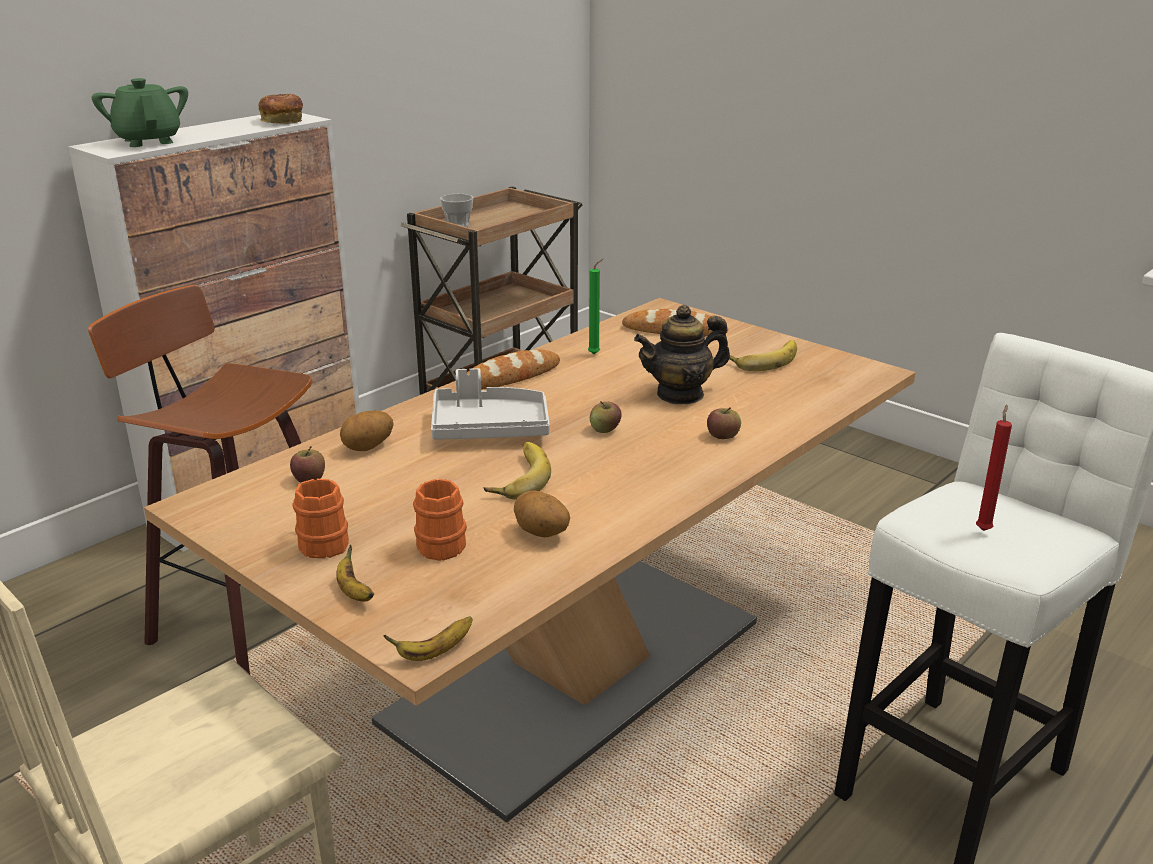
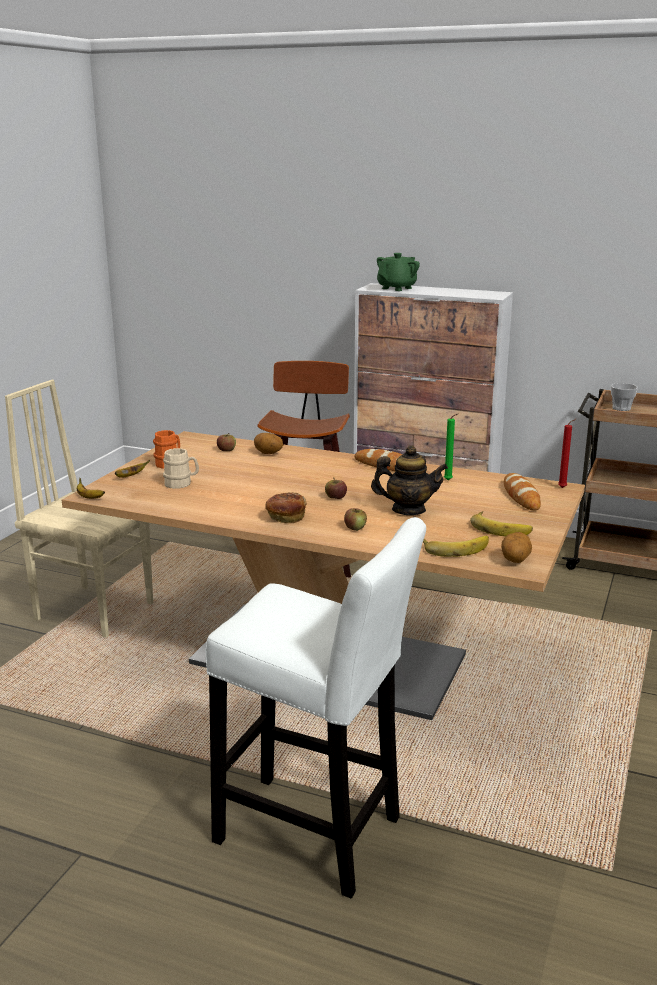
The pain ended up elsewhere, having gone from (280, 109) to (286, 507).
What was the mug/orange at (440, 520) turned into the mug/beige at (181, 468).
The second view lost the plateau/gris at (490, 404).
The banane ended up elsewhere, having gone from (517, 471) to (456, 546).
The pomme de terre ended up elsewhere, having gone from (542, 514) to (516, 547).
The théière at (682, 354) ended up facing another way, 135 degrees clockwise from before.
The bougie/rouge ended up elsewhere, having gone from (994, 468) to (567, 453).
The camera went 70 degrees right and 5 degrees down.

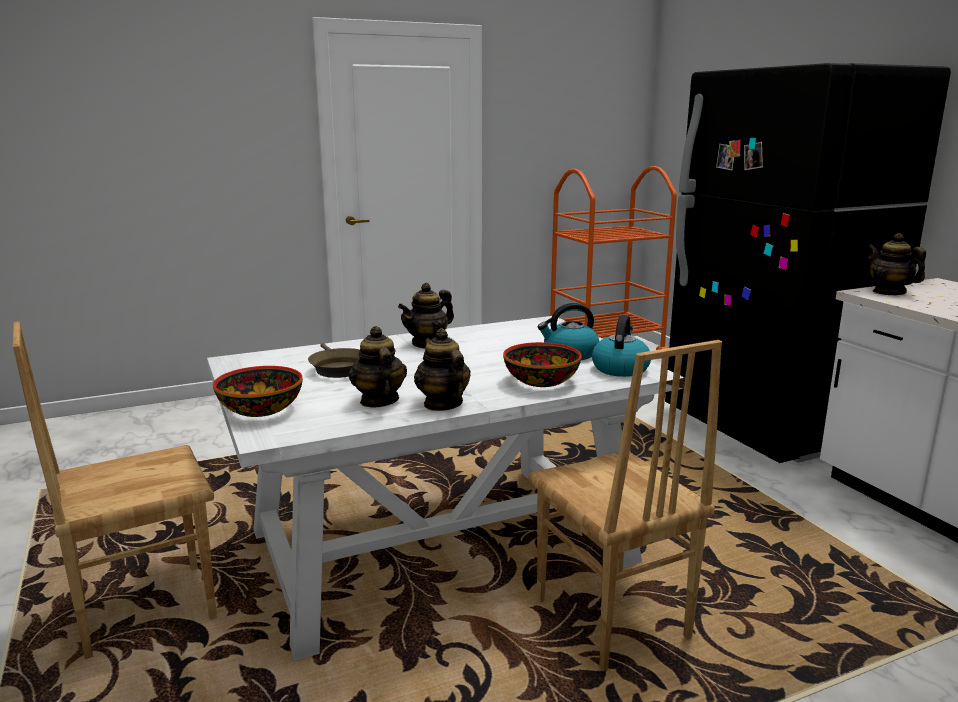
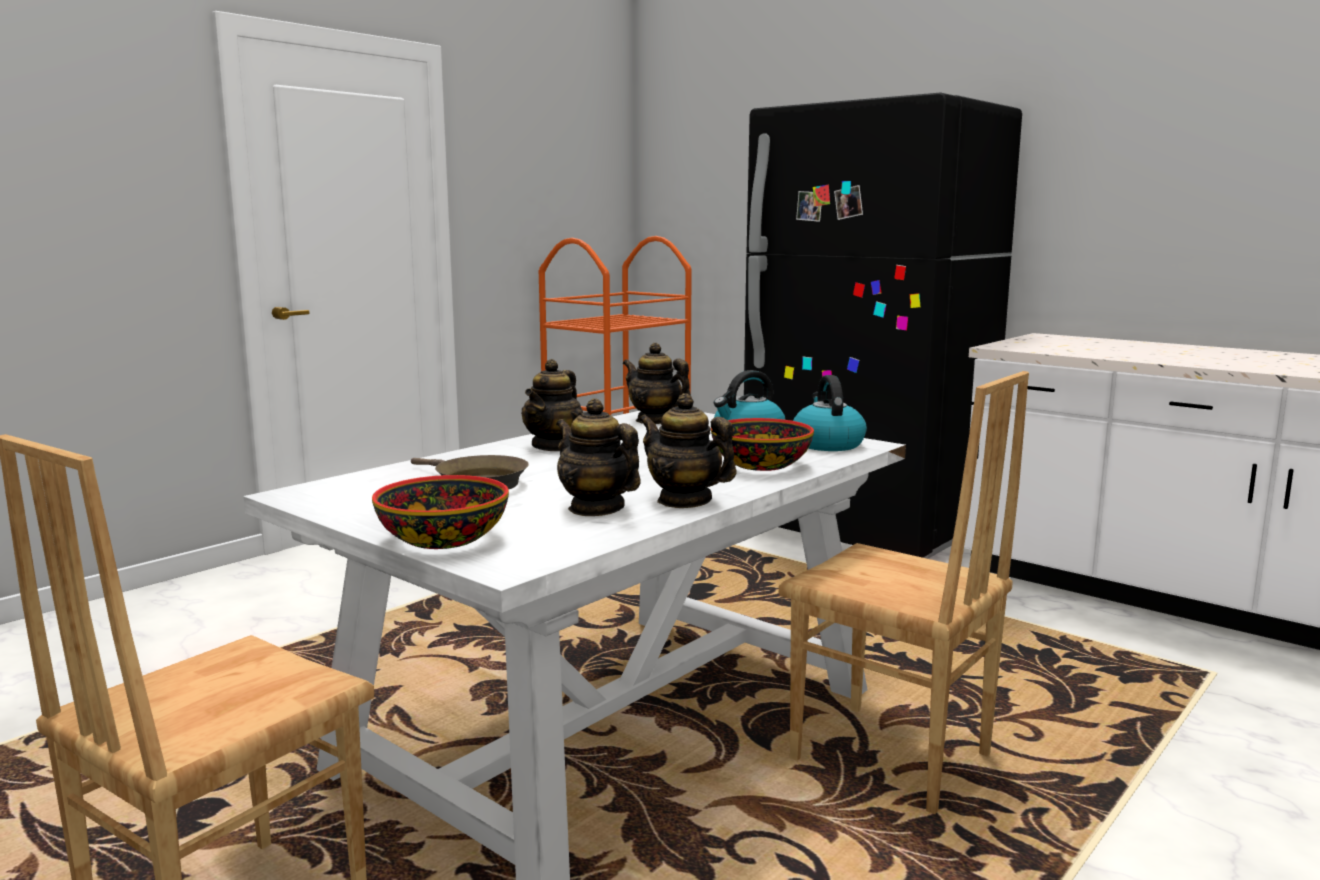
The théière ended up elsewhere, having gone from (896, 264) to (657, 383).
The camera went 25 degrees left and 5 degrees down.

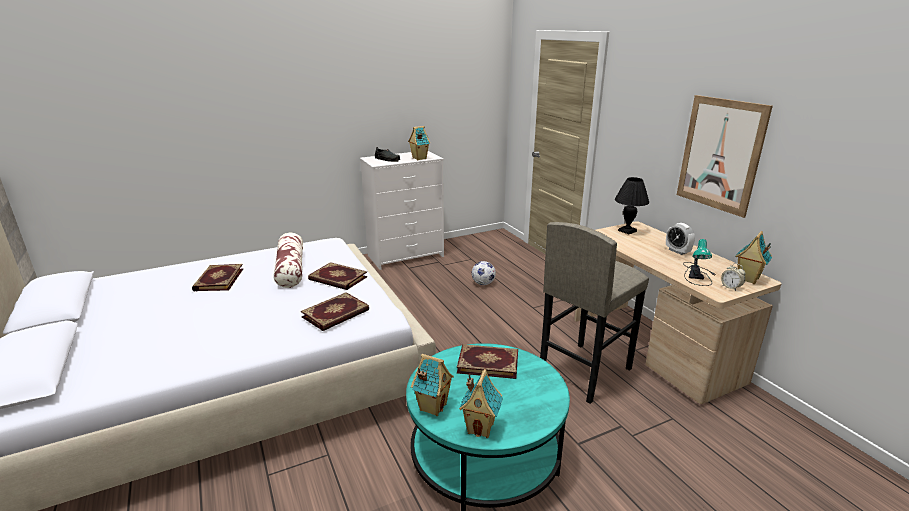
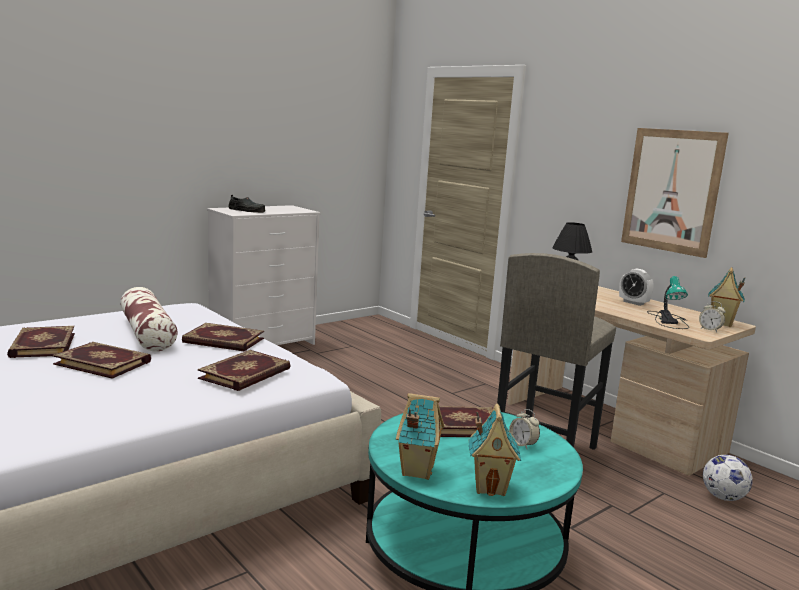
The second view lost the maison miniature at (419, 143).
The ballon de foot ended up elsewhere, having gone from (483, 273) to (728, 478).
The second view gained the livre at (102, 360).
The second view gained the réveil at (524, 429).
The camera went 15 degrees left and 10 degrees down.

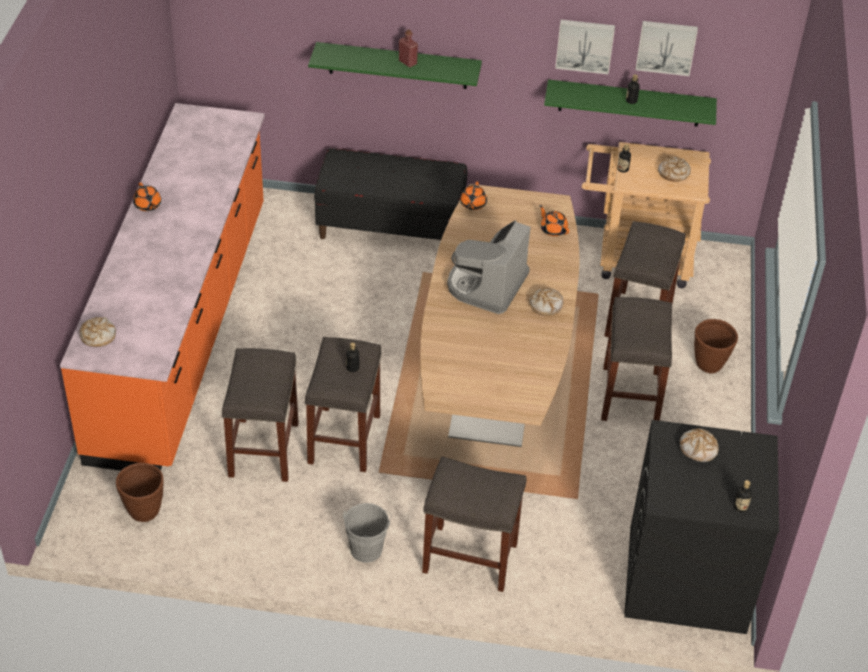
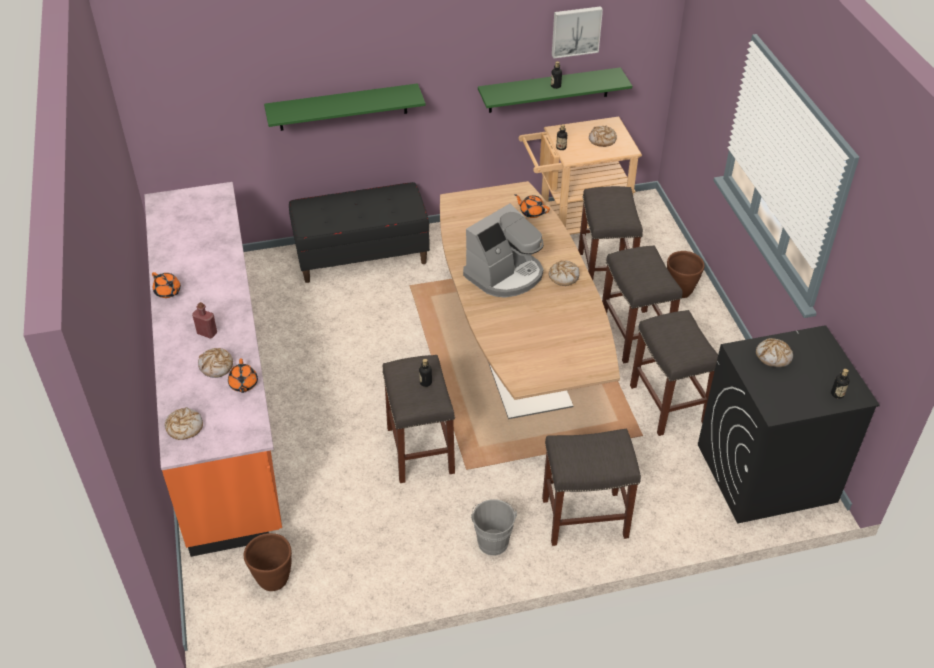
The tabouret/gris ended up elsewhere, having gone from (260, 415) to (674, 373).
The bouteille/rouge ended up elsewhere, having gone from (408, 48) to (204, 320).
The machine à café at (489, 267) ended up facing another way, 135 degrees counterclockwise from before.
The théière/orange ended up elsewhere, having gone from (473, 196) to (243, 375).
The second view lost the tableau at (585, 47).
The second view gained the pain at (215, 363).
The camera went 20 degrees left and 0 degrees up.

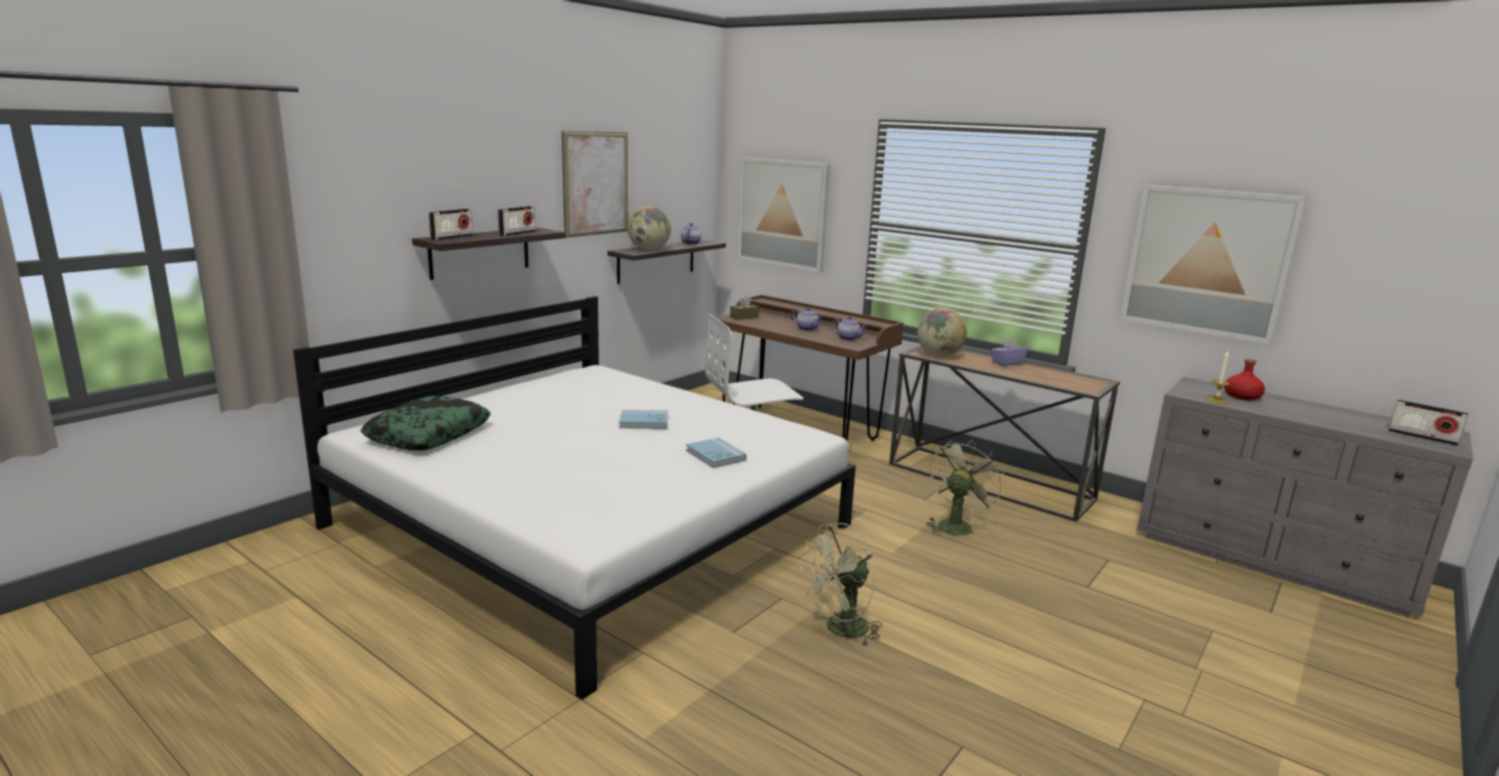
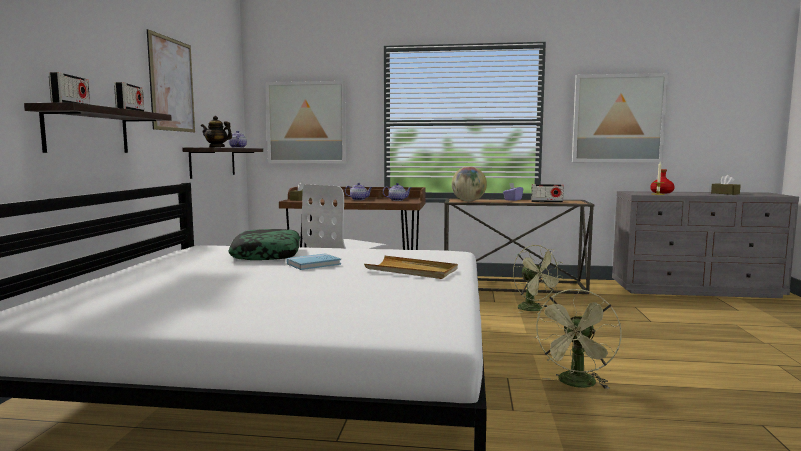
The coussin ended up elsewhere, having gone from (425, 423) to (264, 244).
Where the globe stood at (649, 228), the théière came to stand at (216, 131).
Where the livre/bleu stood at (716, 452), the plateau/beige came to stand at (411, 267).
The ventilateur/vert at (965, 487) ended up facing another way, 150 degrees clockwise from before.
The radio ended up elsewhere, having gone from (1428, 423) to (547, 193).
The second view gained the boîte à mouchoirs/marron at (726, 185).
The camera went 30 degrees left and 10 degrees down.

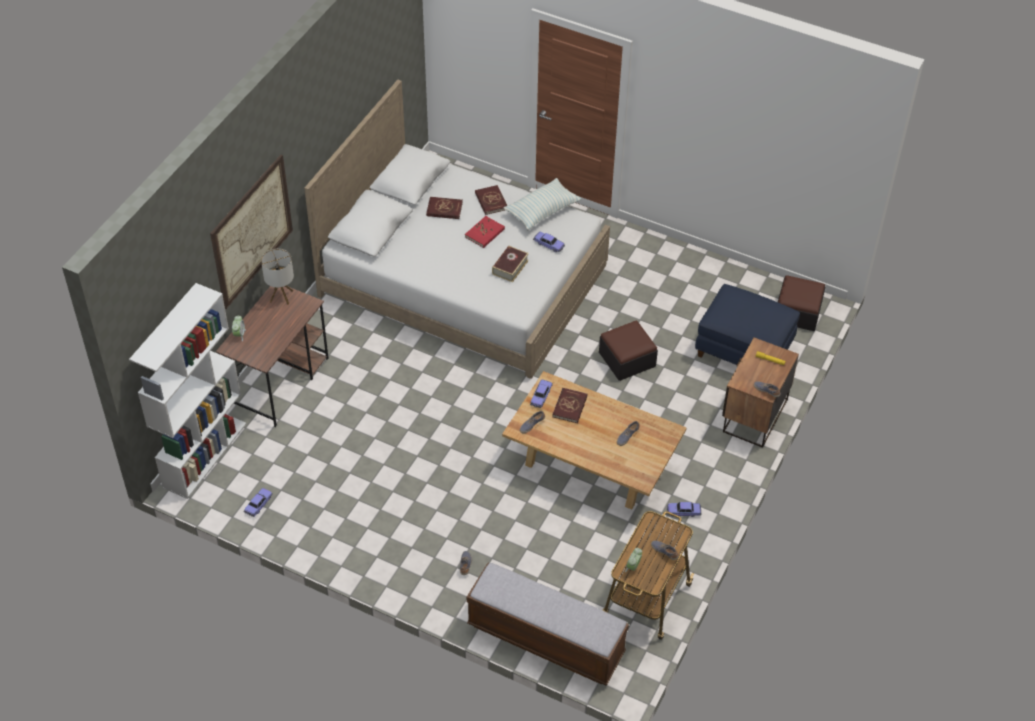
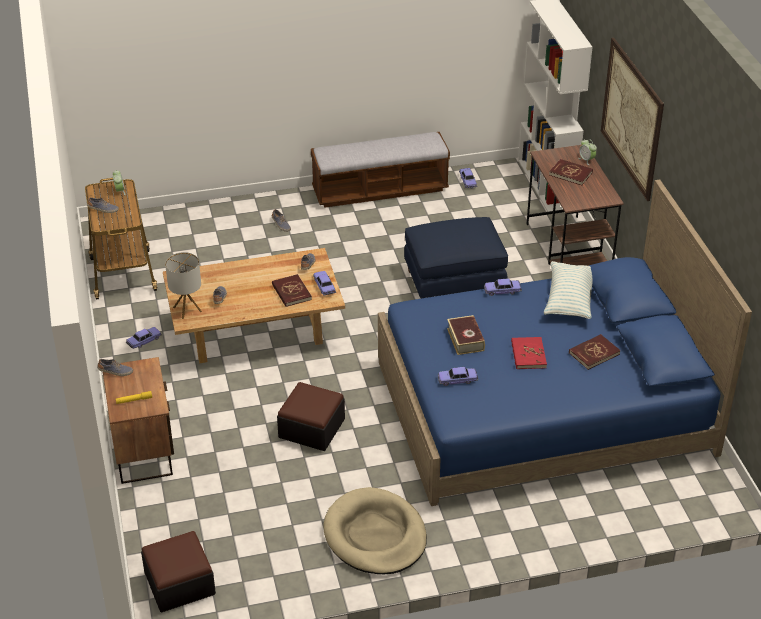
The lampe de table ended up elsewhere, having gone from (277, 276) to (183, 285).
What was the lit/blanc at (457, 229) turned into the lit/bleu at (565, 342).
The banc ended up elsewhere, having gone from (548, 624) to (380, 170).
The livre/rouge ended up elsewhere, having gone from (491, 200) to (571, 172).
The coussin ended up elsewhere, having gone from (542, 204) to (568, 290).
The pouf/bleu ended up elsewhere, having gone from (747, 324) to (456, 258).
The second view gained the panier pour chien/beige at (375, 530).
The second view gained the petite voiture at (503, 287).
The camera went 140 degrees right and 10 degrees down.

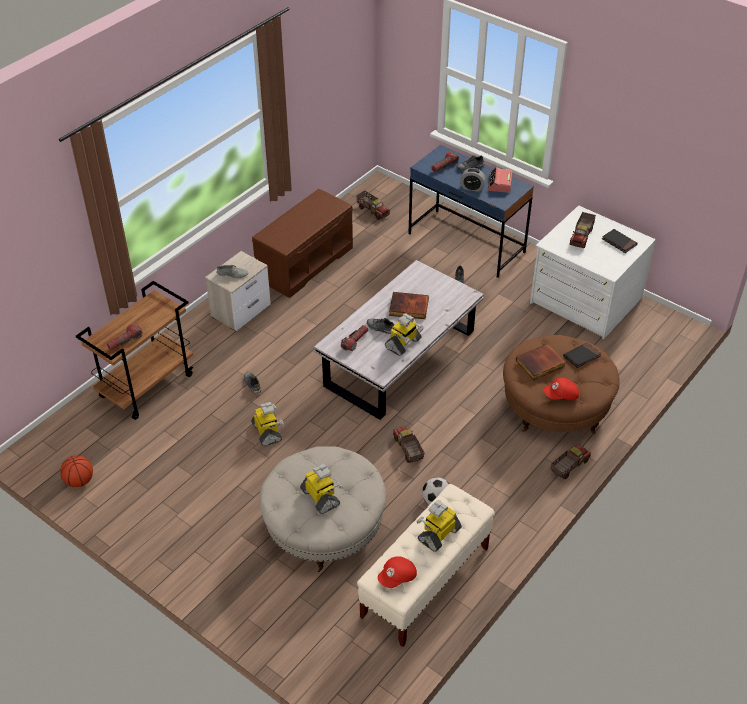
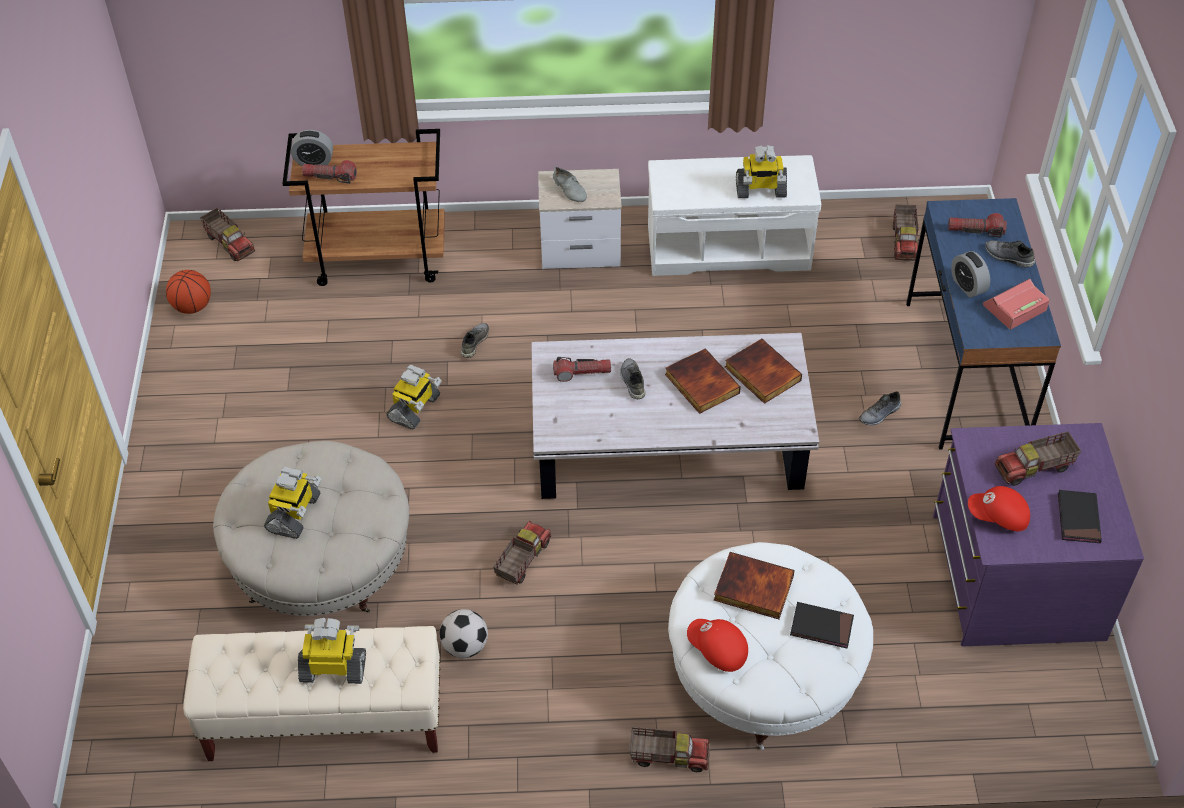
What was the banc/marron at (302, 243) turned into the banc/blanc at (734, 215).
The casquette/rouge ended up elsewhere, having gone from (397, 572) to (999, 508).
The robot jouet ended up elsewhere, having gone from (404, 334) to (761, 171).
What was the pouf/marron at (561, 384) turned into the pouf/blanc at (770, 646).
What was the commode/blanc at (593, 272) turned into the commode/violet at (1038, 535).
The second view gained the camion jouet at (227, 234).
The second view gained the réveil at (312, 148).
The second view gained the livre at (763, 371).
The camera went 50 degrees right and 5 degrees up.

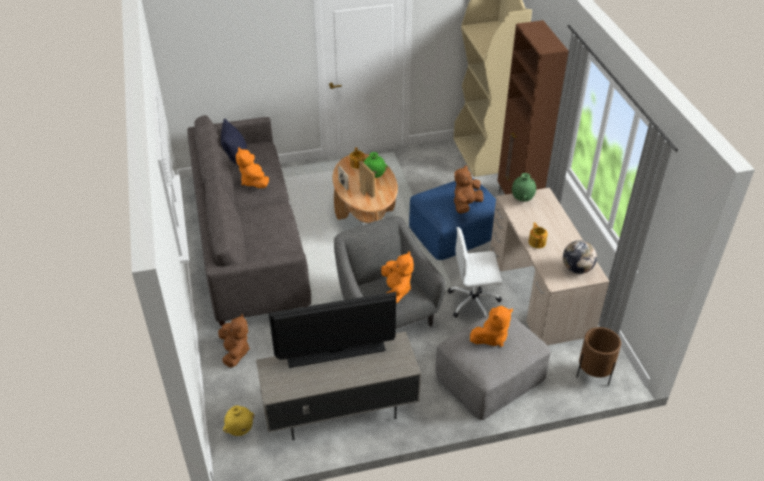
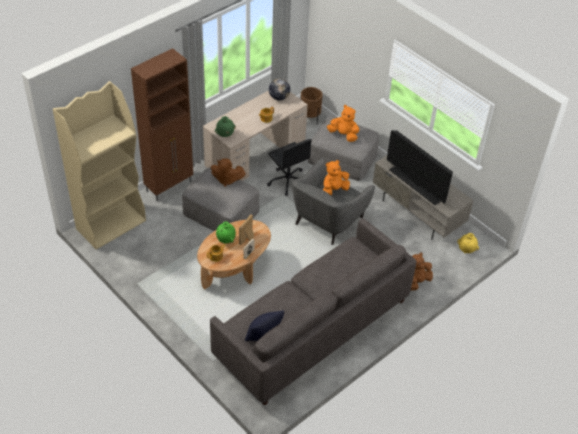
The second view lost the peluche/orange at (252, 167).
What was the pouf/bleu at (452, 219) turned into the pouf/gris at (220, 199).
What was the chaise de bureau/blanc at (475, 272) turned into the chaise de bureau/noir at (289, 167).
The camera went 120 degrees left and 5 degrees up.

